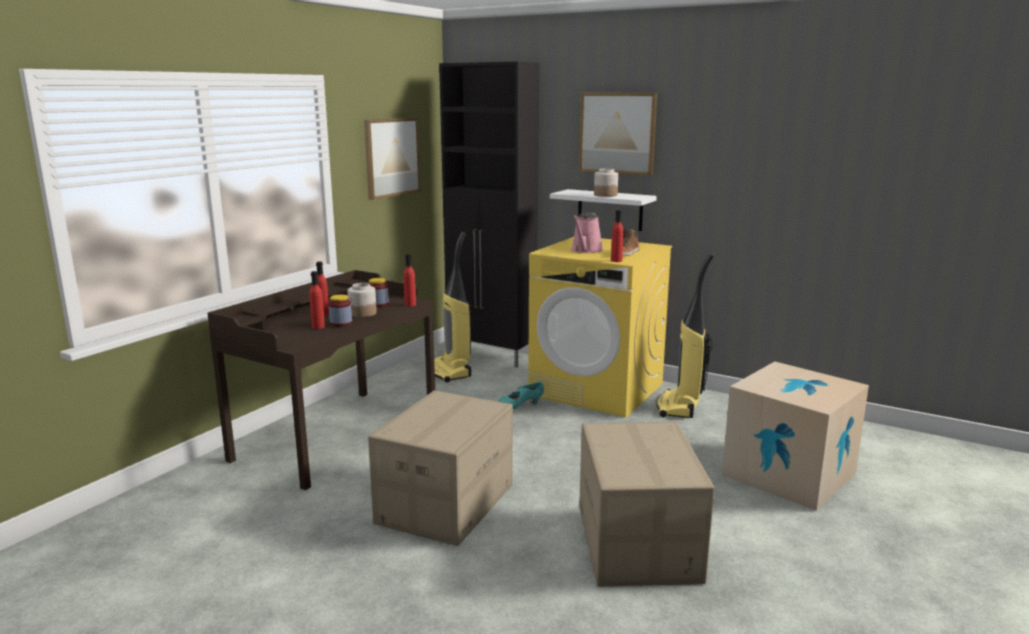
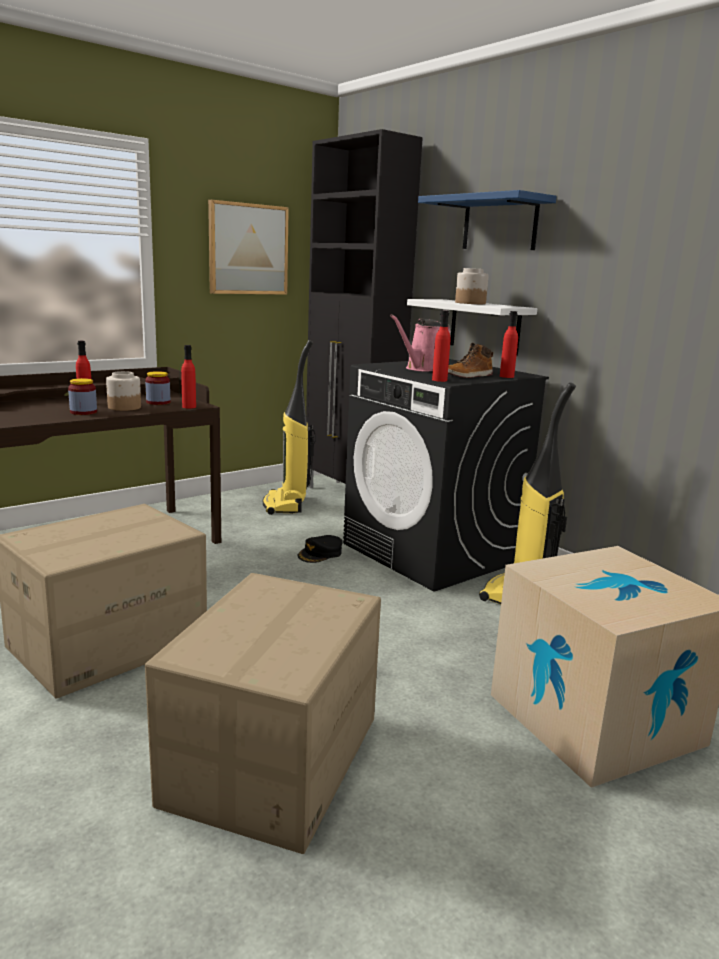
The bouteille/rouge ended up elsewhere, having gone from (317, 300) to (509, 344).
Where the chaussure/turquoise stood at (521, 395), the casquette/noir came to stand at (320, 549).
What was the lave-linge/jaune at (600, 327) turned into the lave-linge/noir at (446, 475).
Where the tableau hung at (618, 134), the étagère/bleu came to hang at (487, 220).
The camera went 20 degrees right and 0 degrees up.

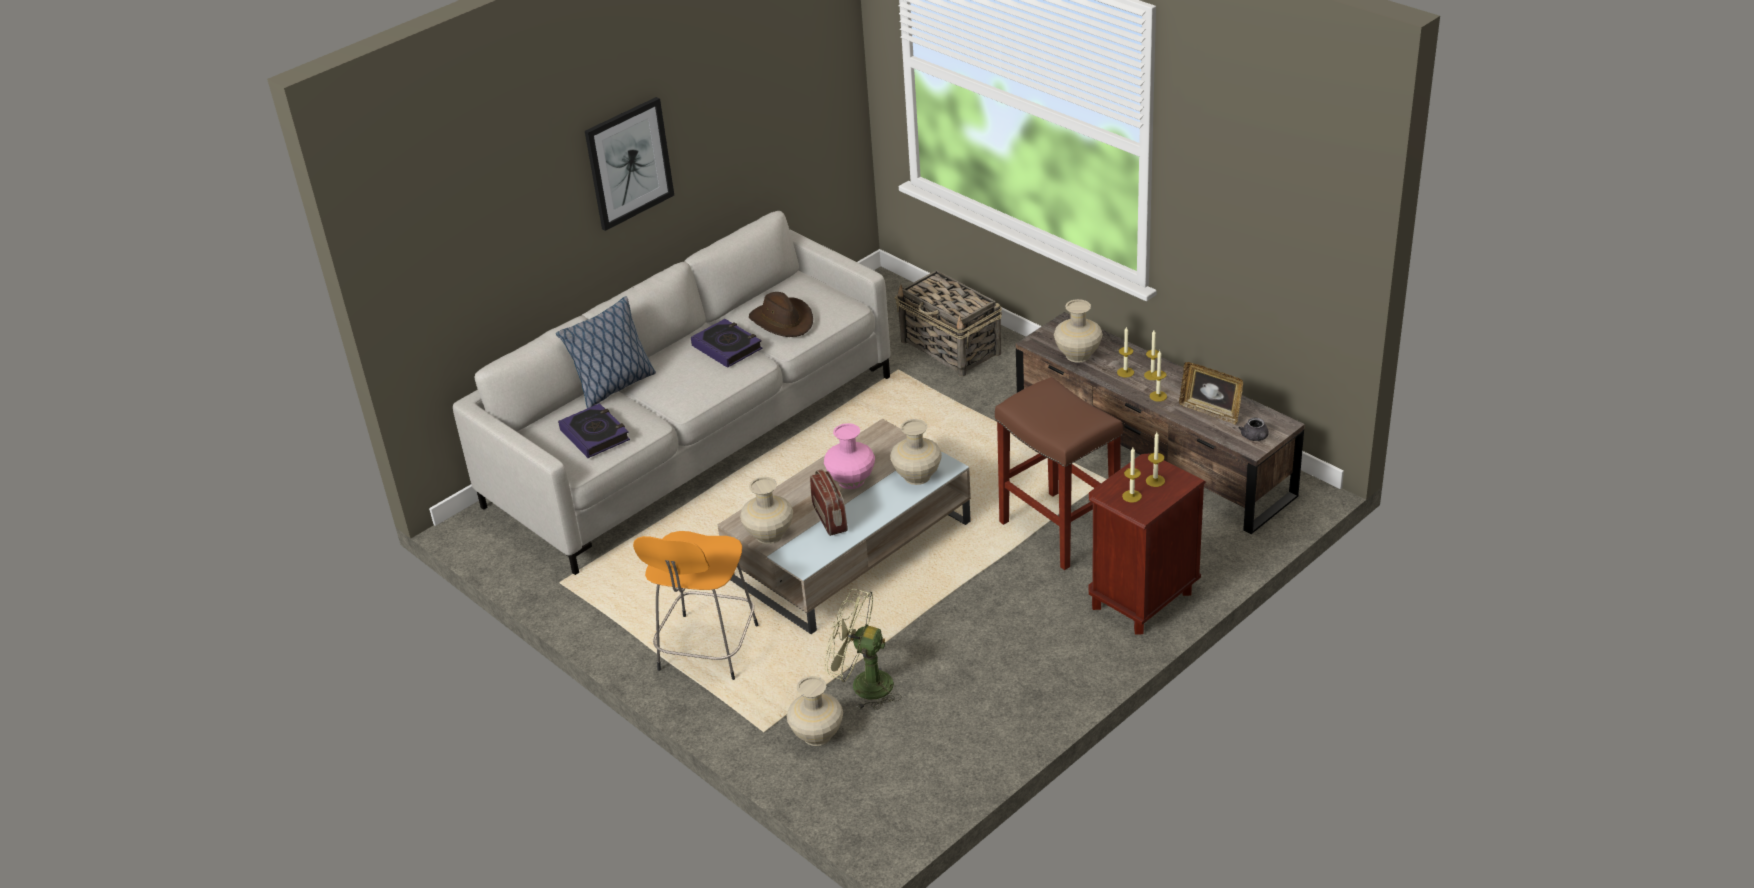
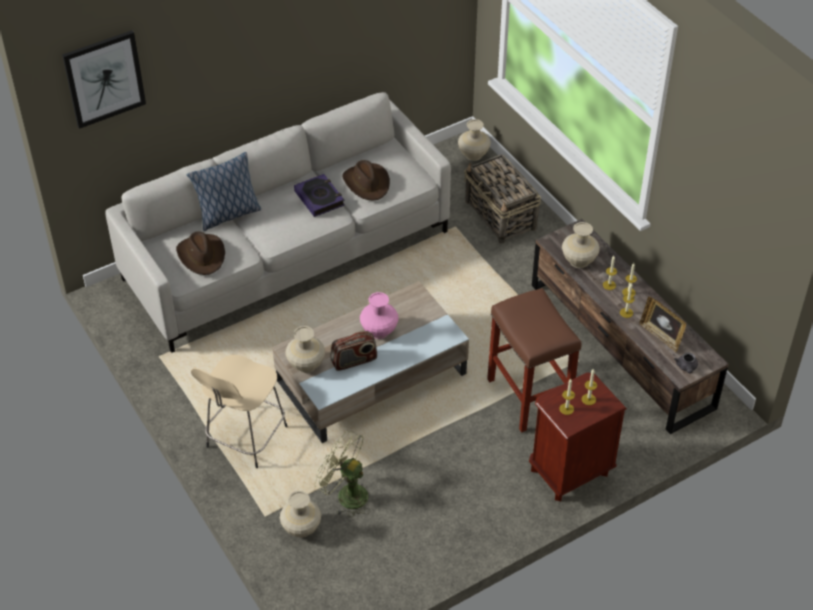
Where the livre stood at (594, 430), the chapeau/marron came to stand at (200, 253).
The tableau ended up elsewhere, having gone from (629, 164) to (104, 79).
What was the tabouret/orange at (695, 605) turned into the tabouret/beige at (239, 411).
The radio at (829, 502) ended up facing another way, 75 degrees clockwise from before.
The vase/beige ended up elsewhere, having gone from (916, 452) to (474, 140).
The camera went 10 degrees right and 10 degrees up.

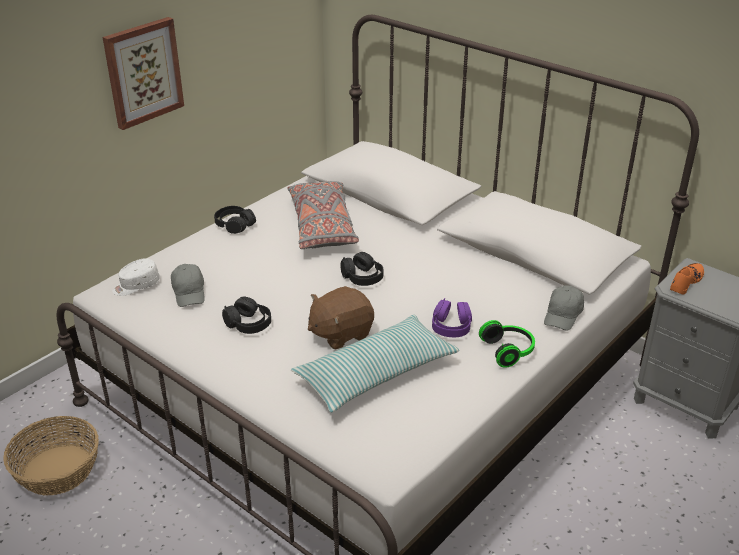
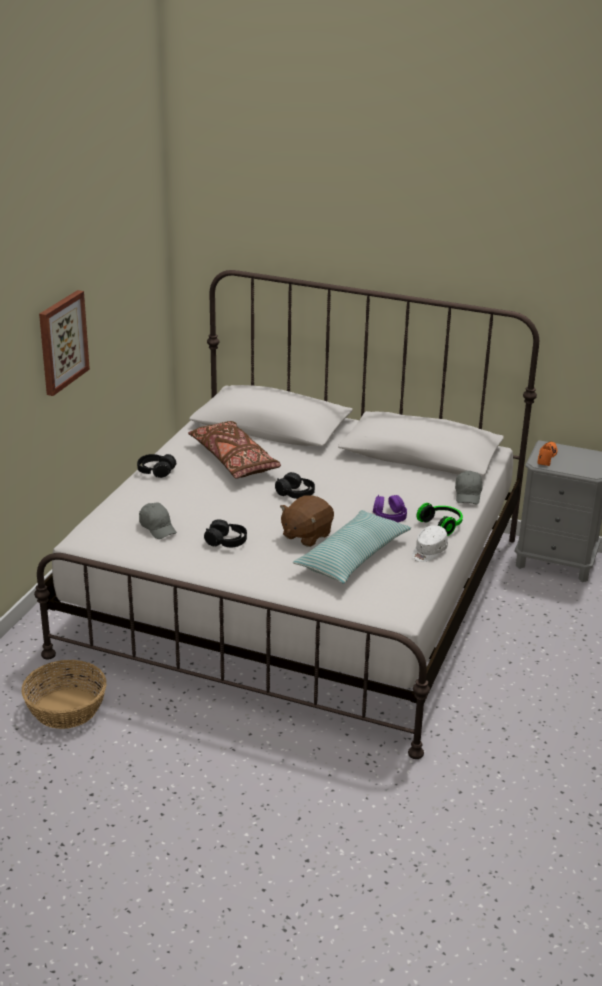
The casquette/blanc ended up elsewhere, having gone from (136, 277) to (430, 543).
What was the coussin/gris at (323, 215) turned into the coussin/marron at (234, 450).
The camera went 20 degrees left and 5 degrees down.

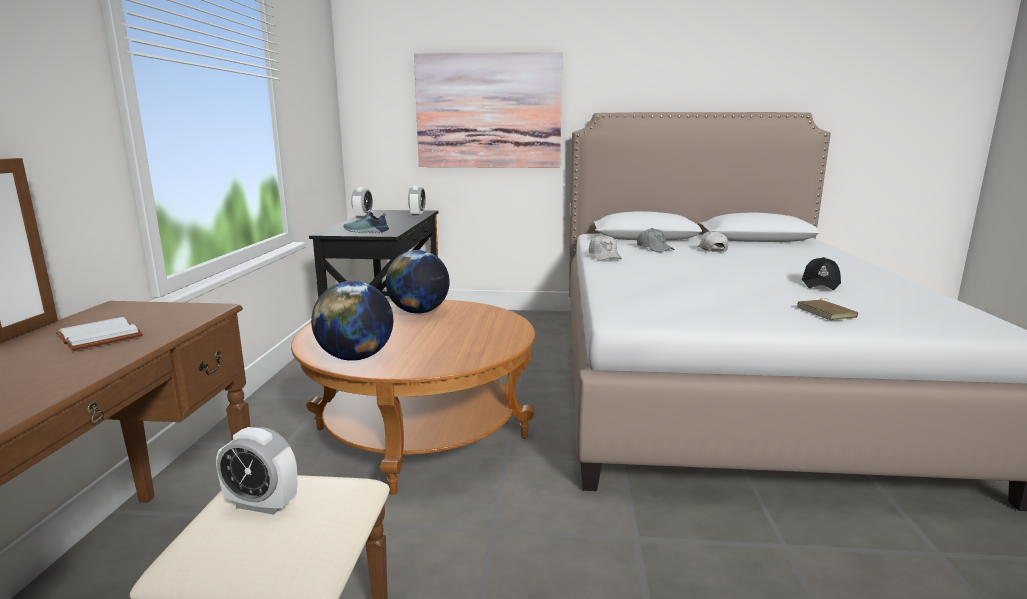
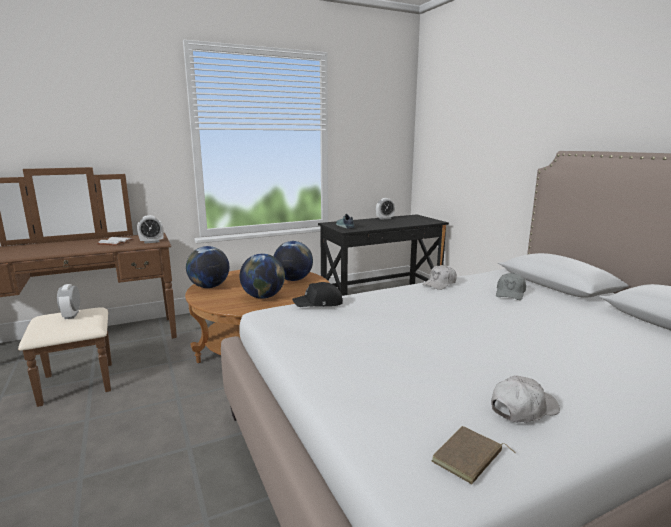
The réveil ended up elsewhere, having gone from (417, 201) to (150, 229).
The second view lost the tableau at (488, 110).
The casquette/blanc ended up elsewhere, having gone from (713, 241) to (525, 399).
The livre/marron ended up elsewhere, having gone from (827, 309) to (473, 455).
The casquette/noir ended up elsewhere, having gone from (821, 273) to (317, 294).
The second view gained the globe at (262, 276).
The camera went 60 degrees right and 0 degrees up.

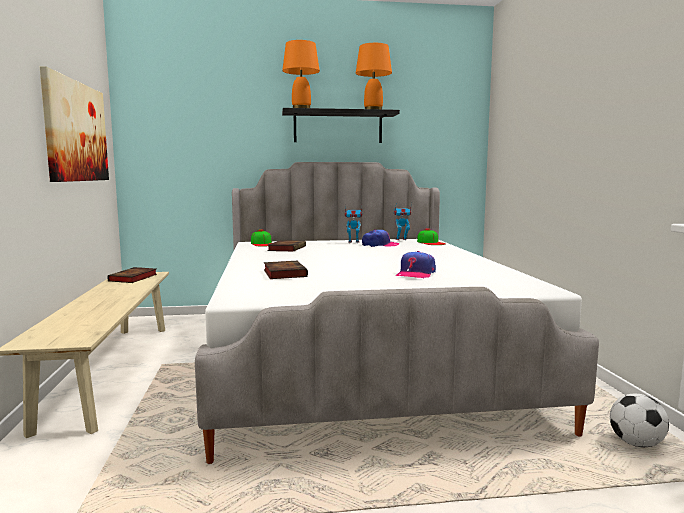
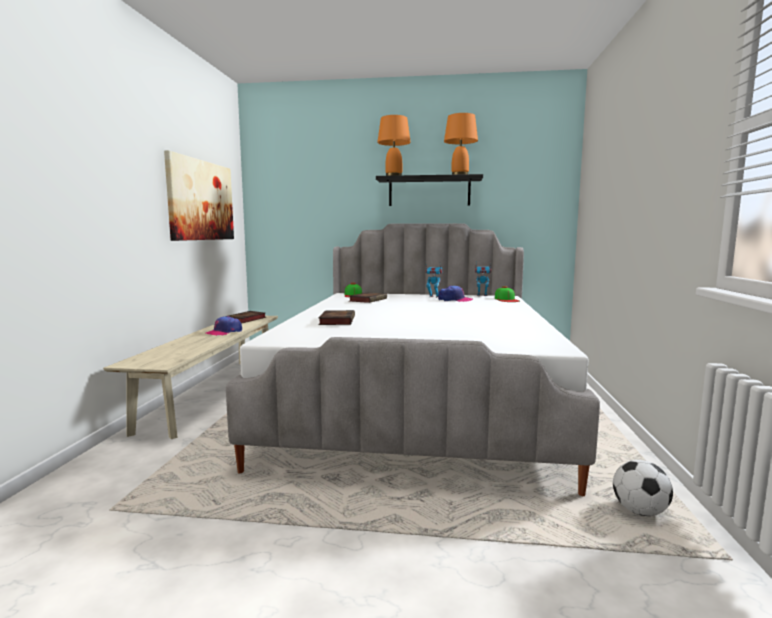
The casquette ended up elsewhere, having gone from (416, 265) to (224, 326).
The camera went 15 degrees right and 0 degrees up.

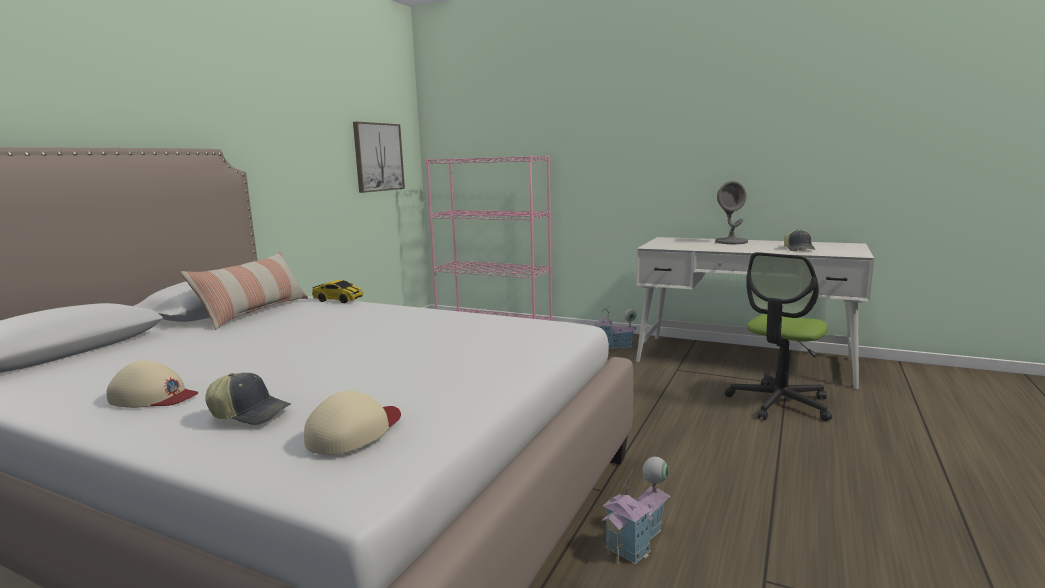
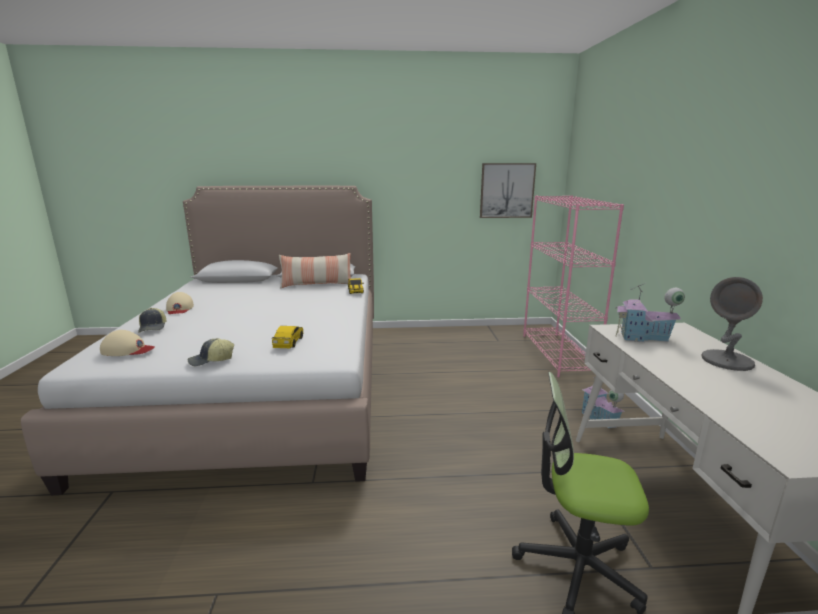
The maison miniature ended up elsewhere, having gone from (636, 510) to (650, 312).
The casquette ended up elsewhere, having gone from (799, 240) to (210, 352).
The second view gained the petite voiture at (287, 337).
The camera went 60 degrees right and 5 degrees up.

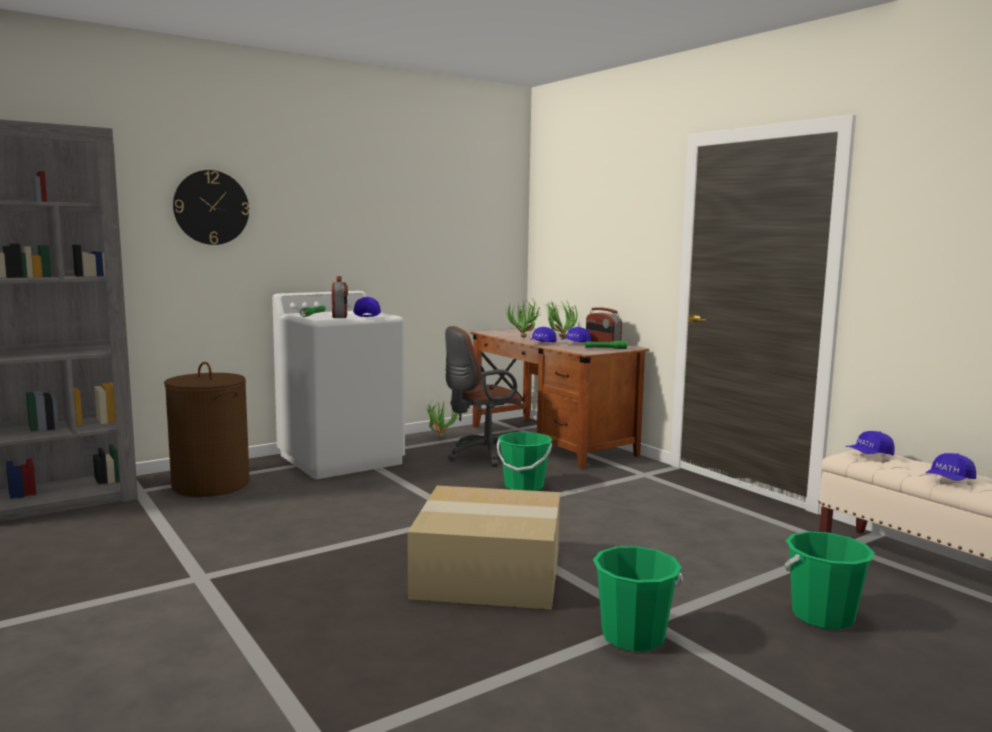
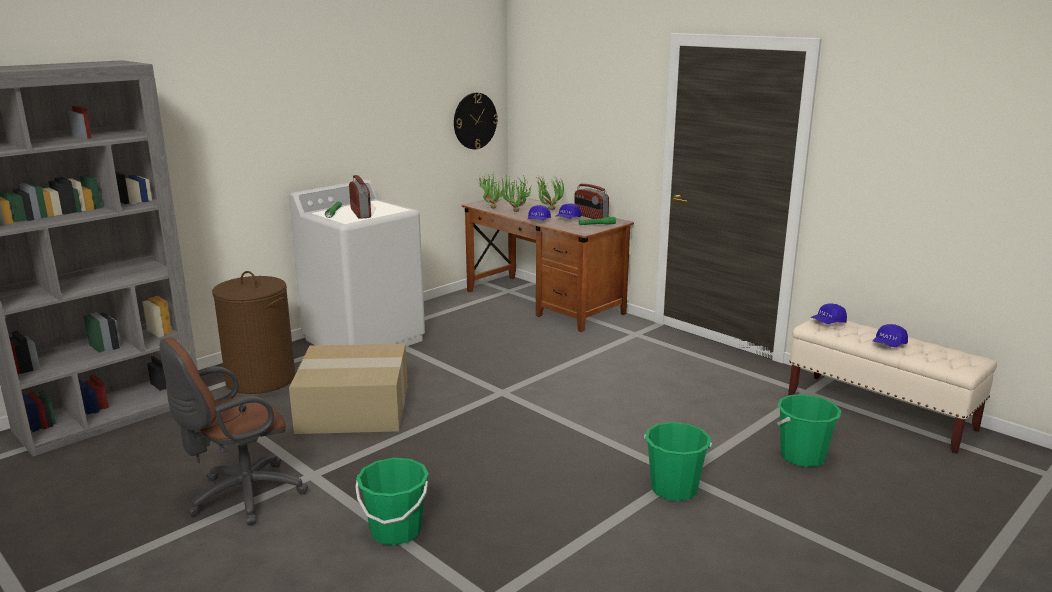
The horloge murale ended up elsewhere, having gone from (211, 207) to (476, 121).
The second view lost the casquette/bleu at (367, 307).
The carton ended up elsewhere, having gone from (484, 548) to (348, 389).
The plante en pot ended up elsewhere, having gone from (441, 419) to (492, 191).
The chaise de bureau/marron ended up elsewhere, having gone from (483, 396) to (234, 431).
The seau/vert ended up elsewhere, having gone from (524, 461) to (392, 501).
The camera went 10 degrees left and 10 degrees up.

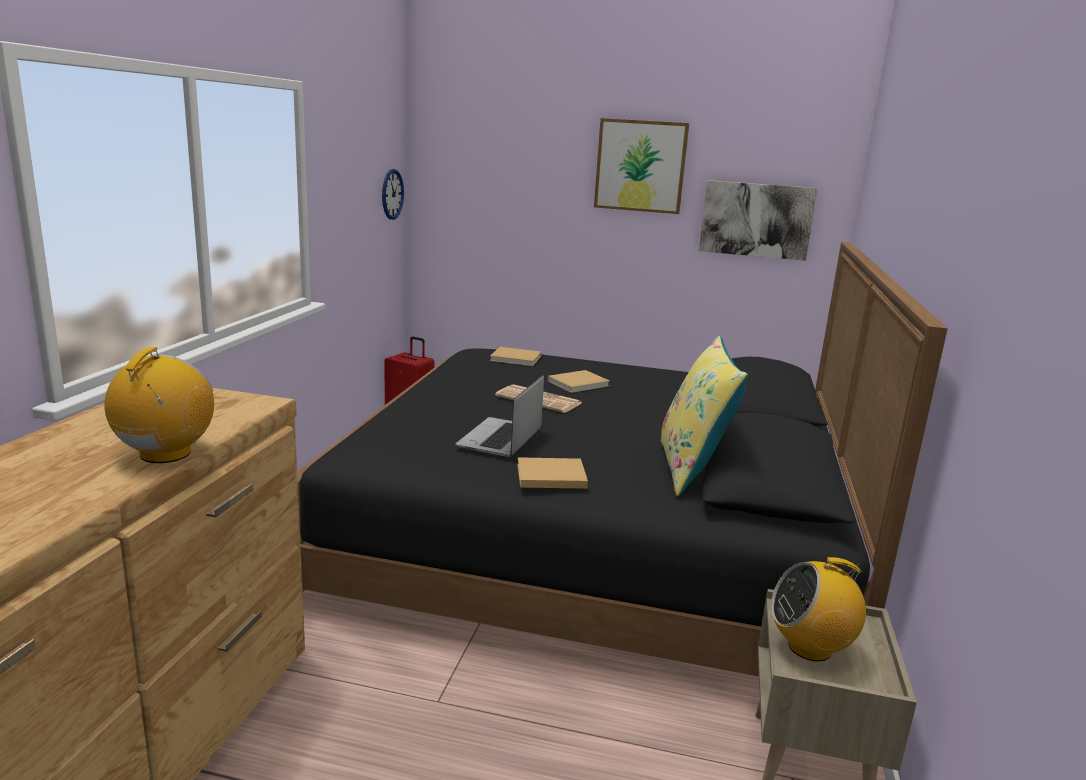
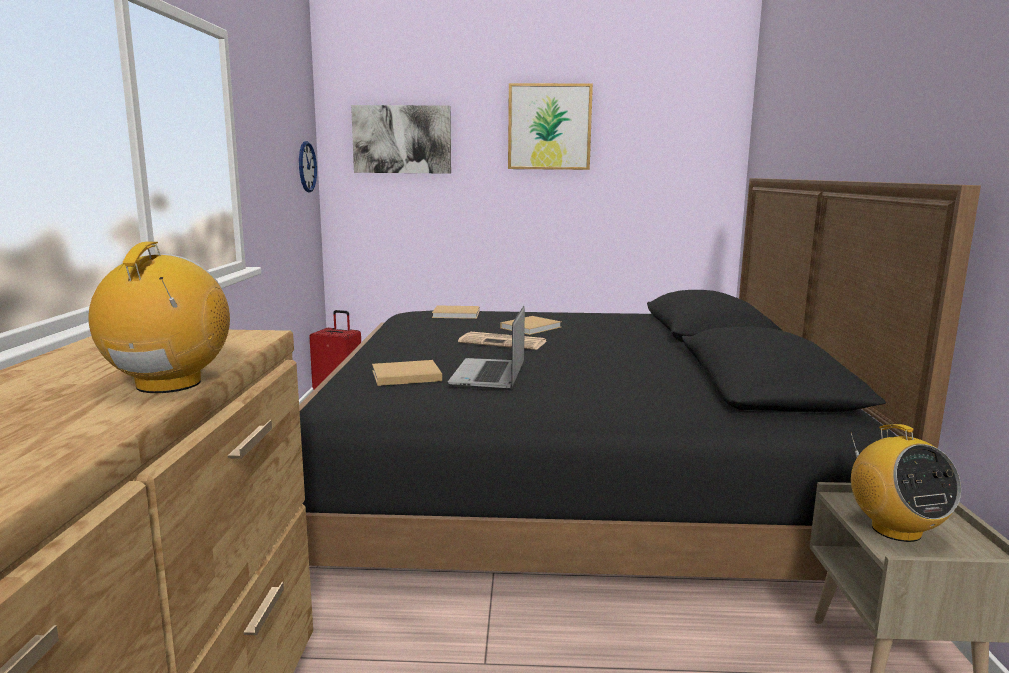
The livre/beige ended up elsewhere, having gone from (552, 473) to (407, 373).
The second view lost the coussin/jaune at (704, 416).
The tableau ended up elsewhere, having gone from (758, 220) to (401, 139).
The radio at (818, 609) ended up facing another way, 90 degrees counterclockwise from before.
The camera went 10 degrees left and 5 degrees down.

